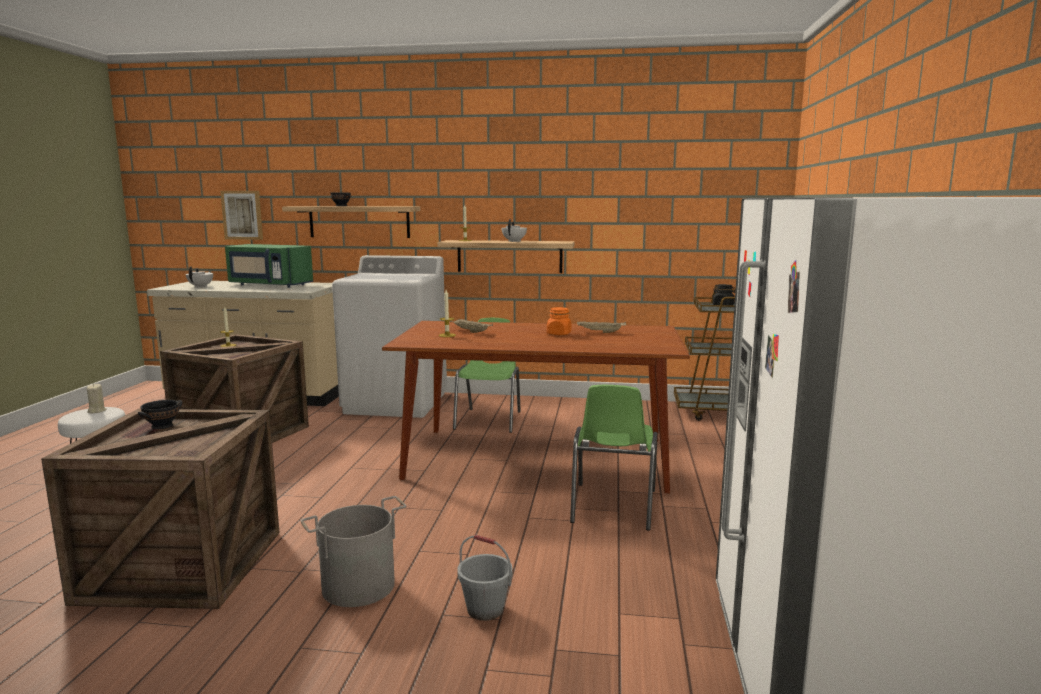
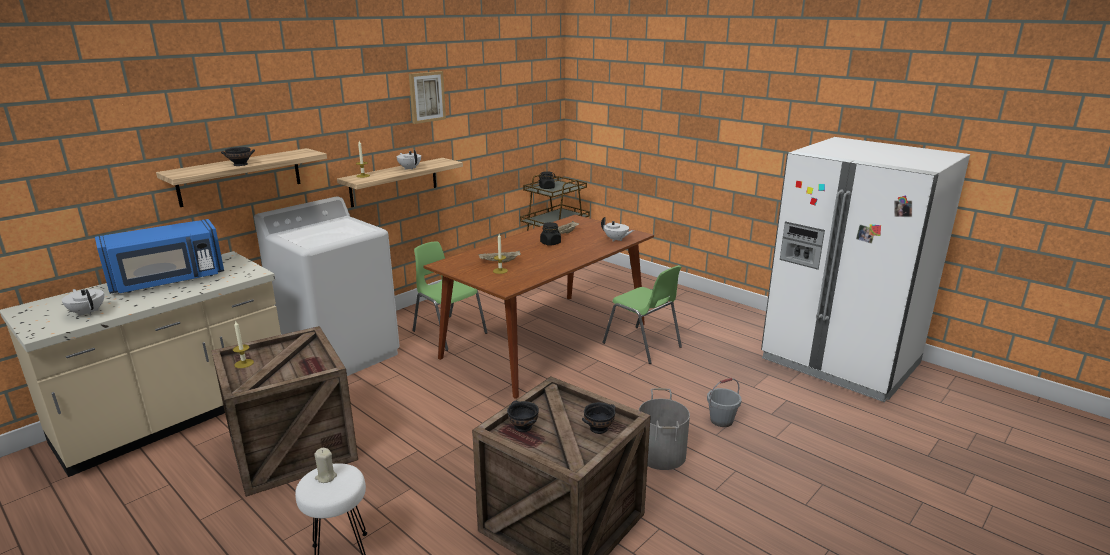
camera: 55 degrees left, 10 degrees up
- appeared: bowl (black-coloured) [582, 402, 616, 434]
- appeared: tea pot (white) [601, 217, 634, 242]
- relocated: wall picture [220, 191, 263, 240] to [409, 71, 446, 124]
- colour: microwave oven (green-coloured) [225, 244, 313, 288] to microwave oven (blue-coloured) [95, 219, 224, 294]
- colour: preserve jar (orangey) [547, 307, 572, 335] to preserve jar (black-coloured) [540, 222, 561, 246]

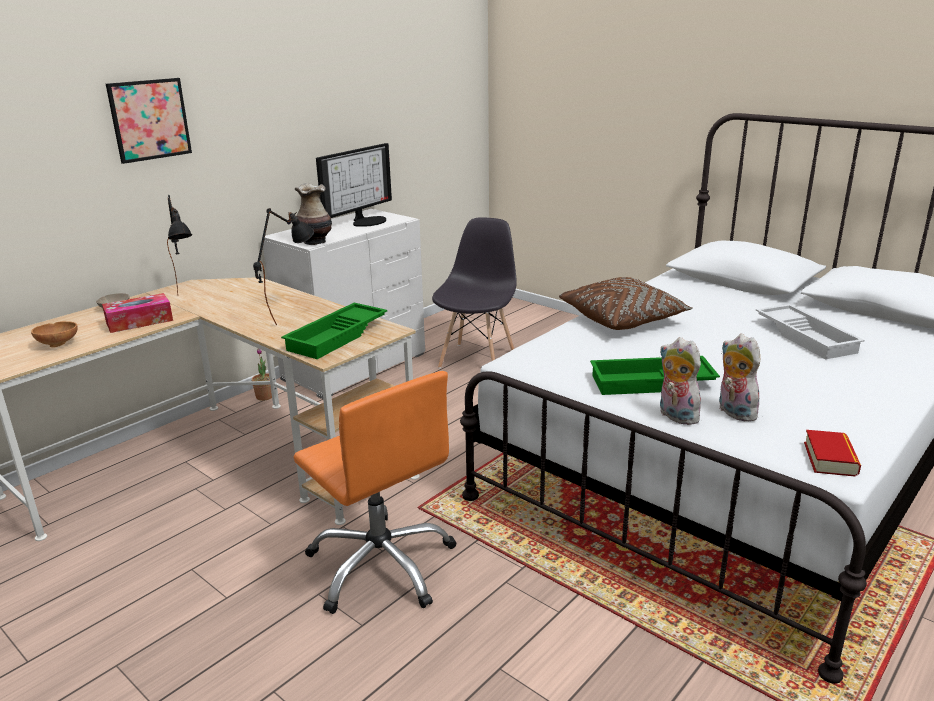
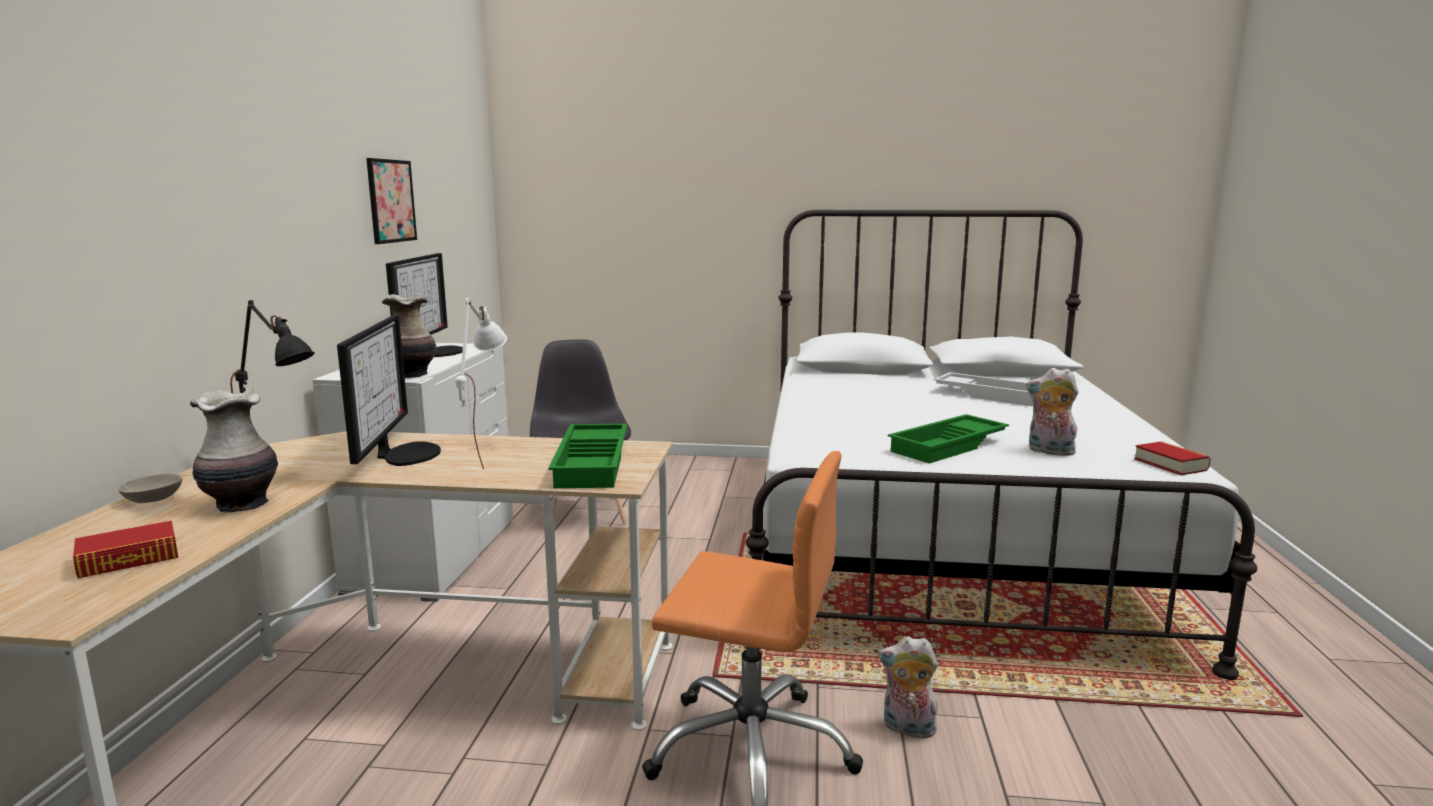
camera: 35 degrees left, 10 degrees down
- missing: potted plant [252, 348, 272, 401]
- missing: cushion (brown) [559, 277, 692, 330]
- appeared: computer display [337, 315, 441, 466]
- relocated: wall picture [106, 78, 192, 164] to [366, 158, 417, 244]
- relocated: plush toy [659, 337, 701, 425] to [878, 636, 939, 738]
- exchanged: bowl (brown) [31, 321, 78, 347] to volume [73, 521, 178, 578]
- exchanged: tissue box [102, 293, 173, 333] to vase [190, 389, 278, 512]
- colour: lamp for a table (black-coloured) [253, 208, 314, 325] to lamp for a table (white) [455, 298, 507, 469]

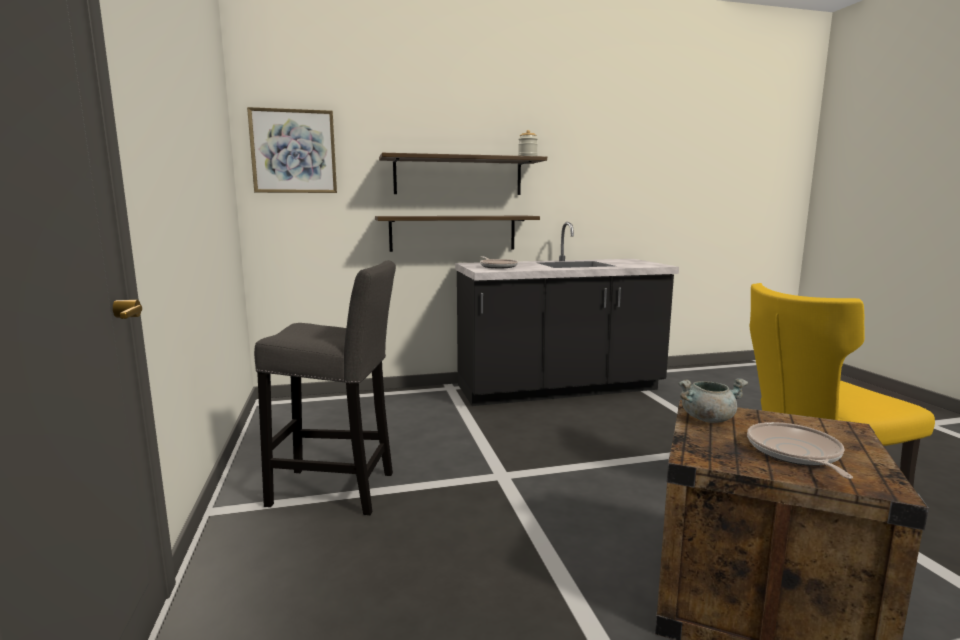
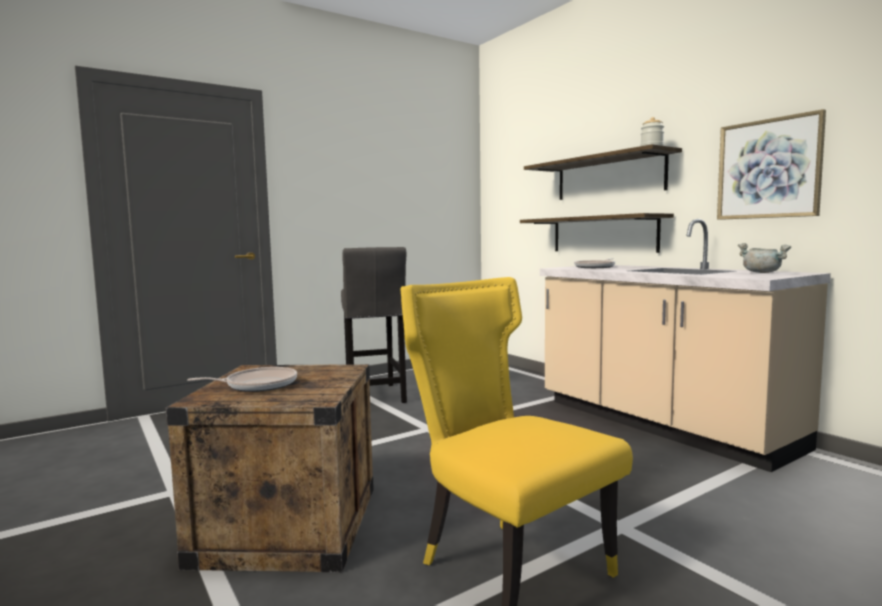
camera: 70 degrees right, 5 degrees down
- relocated: wall picture [247, 107, 337, 193] to [717, 109, 826, 220]
- relocated: cooking pot (grey) [678, 378, 748, 423] to [738, 243, 792, 273]
- colour: kitchen counter (black-coloured) [455, 222, 679, 406] to kitchen counter (sand-coloured) [540, 219, 831, 472]

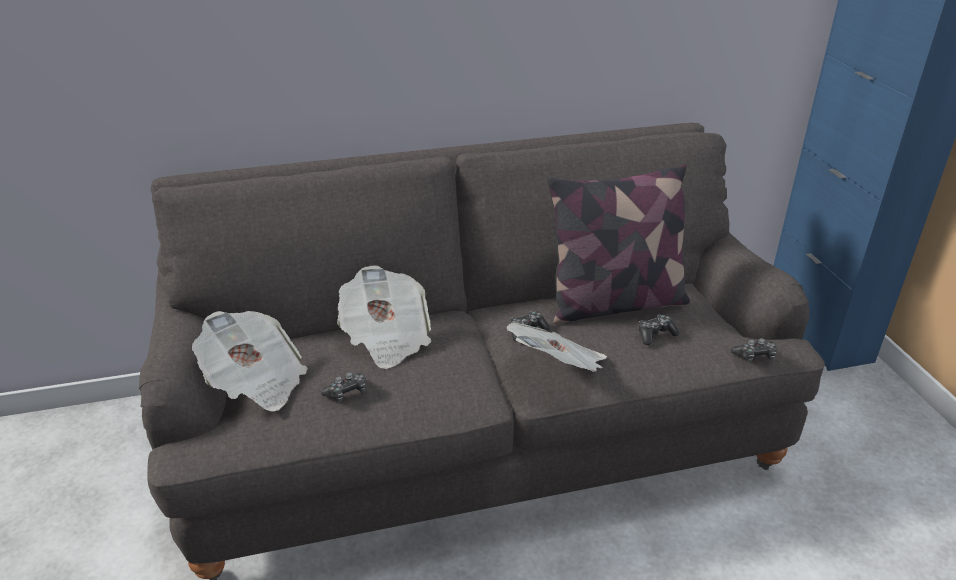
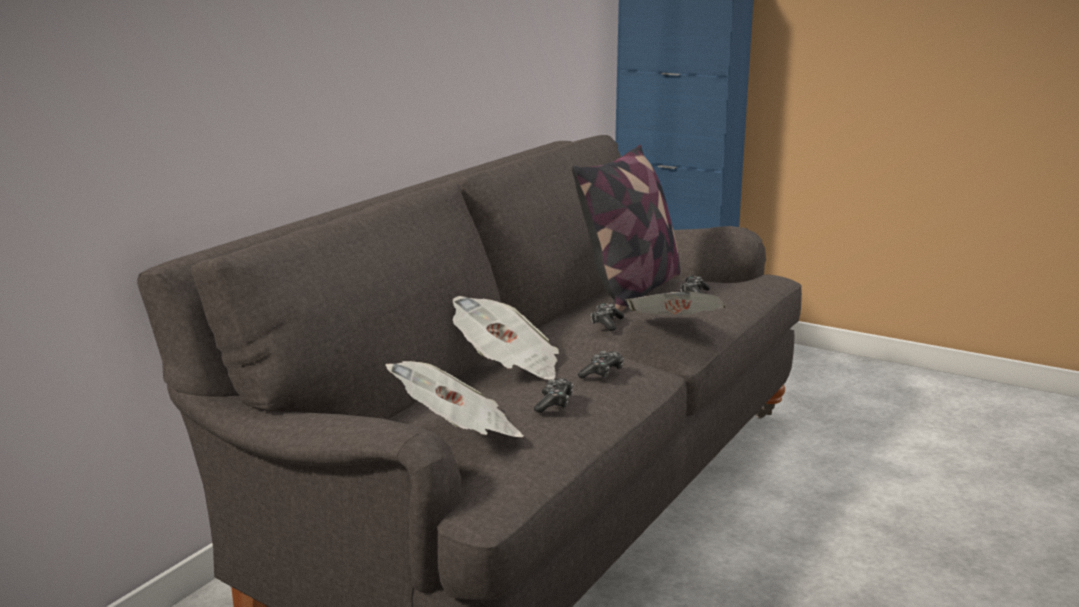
camera: 45 degrees left, 15 degrees down
- relocated: game controller [731, 338, 777, 362] to [578, 351, 624, 379]

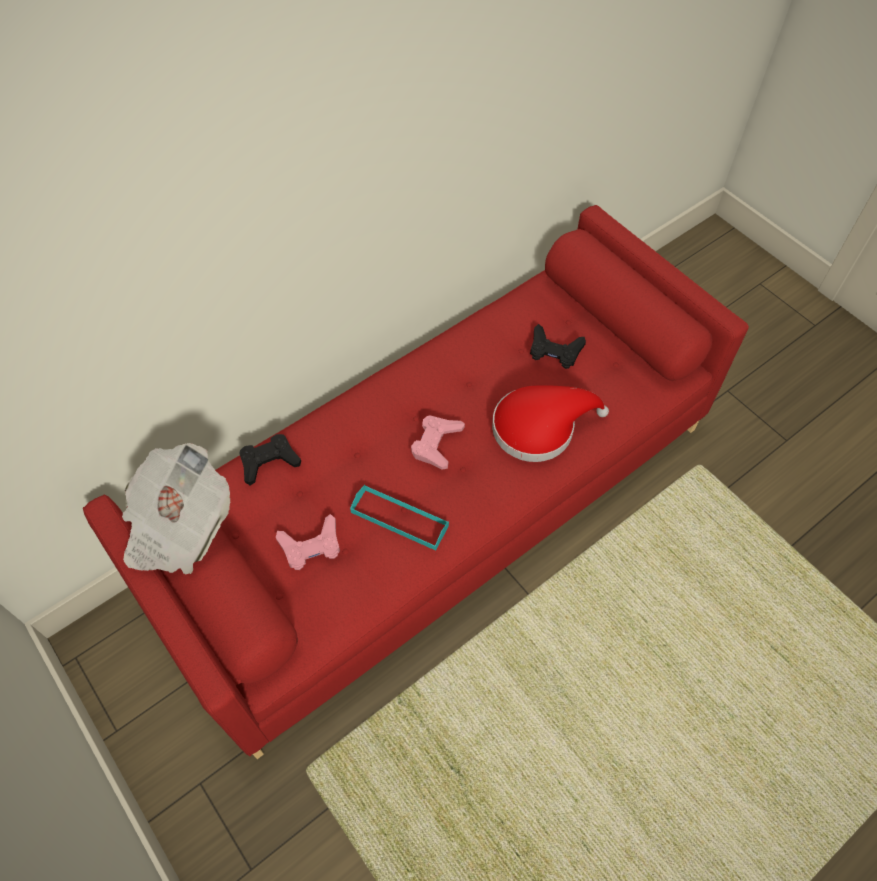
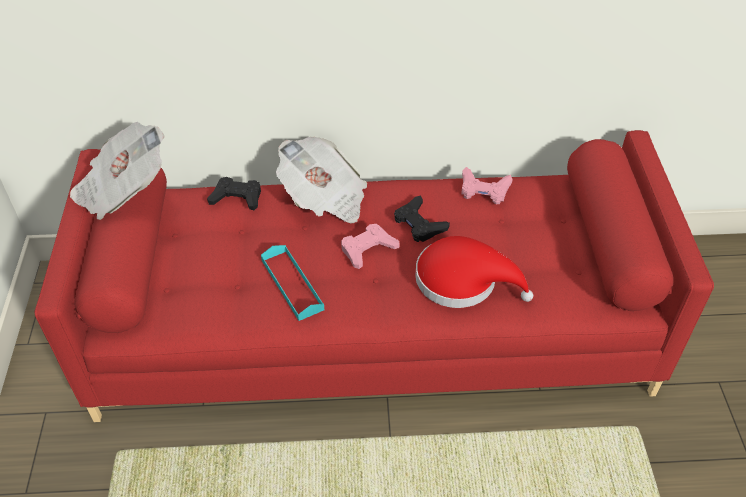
camera: 35 degrees right, 10 degrees down
- appeared: printed paper [276, 137, 367, 223]
- relocated: game controller (pinkish) [276, 514, 340, 570] to [461, 167, 513, 204]
- relocated: game controller (black-coloured) [530, 324, 586, 369] to [394, 195, 450, 242]

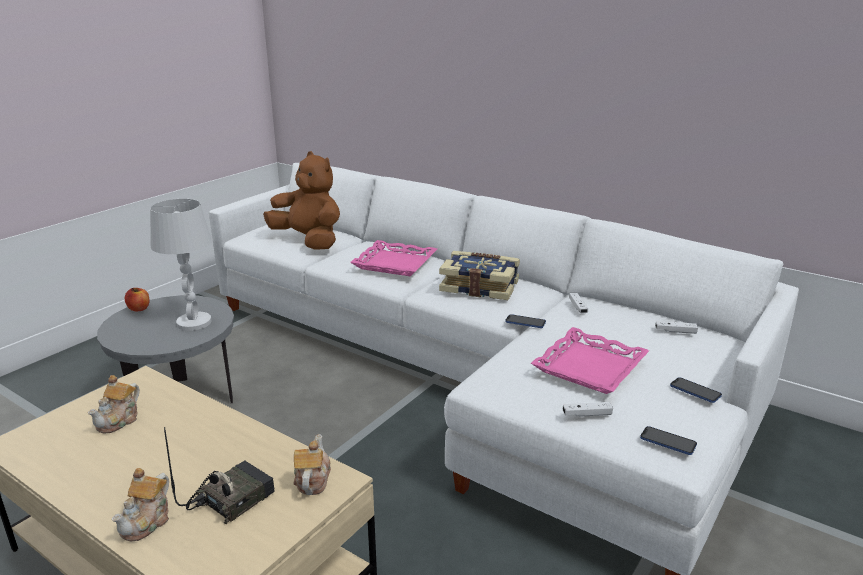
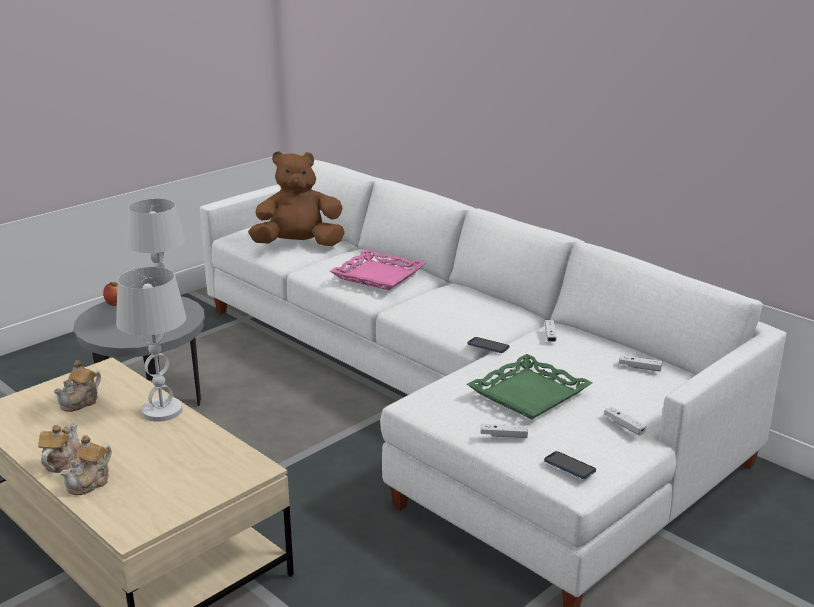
camera: 10 degrees right, 0 degrees up
- missing: radio set [164, 427, 275, 524]
- missing: volume [439, 251, 520, 300]
- appeared: lamp for a table (white) [116, 267, 186, 422]
- relocated: tea pot [293, 434, 331, 495] to [38, 423, 80, 473]
- exchanged: telephone [670, 377, 722, 403] to game controller (white) [604, 406, 646, 436]
- colour: carrying tray (pinkish) [531, 327, 649, 394] to carrying tray (green-coloured) [467, 354, 592, 419]
- spun: plush toy (brown) [263, 151, 340, 250] = [248, 151, 345, 246] 60 degrees counterclockwise

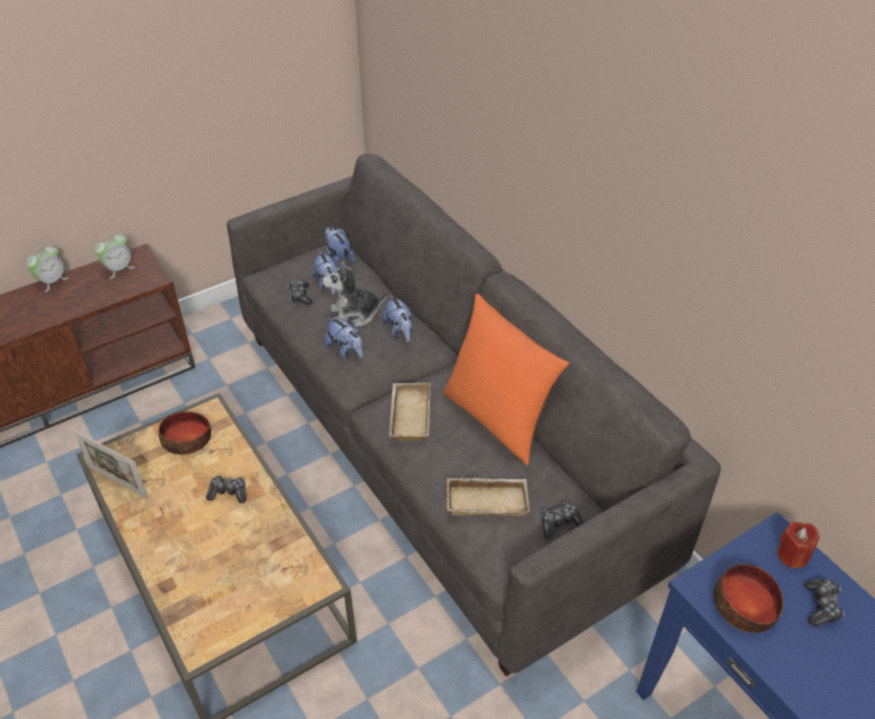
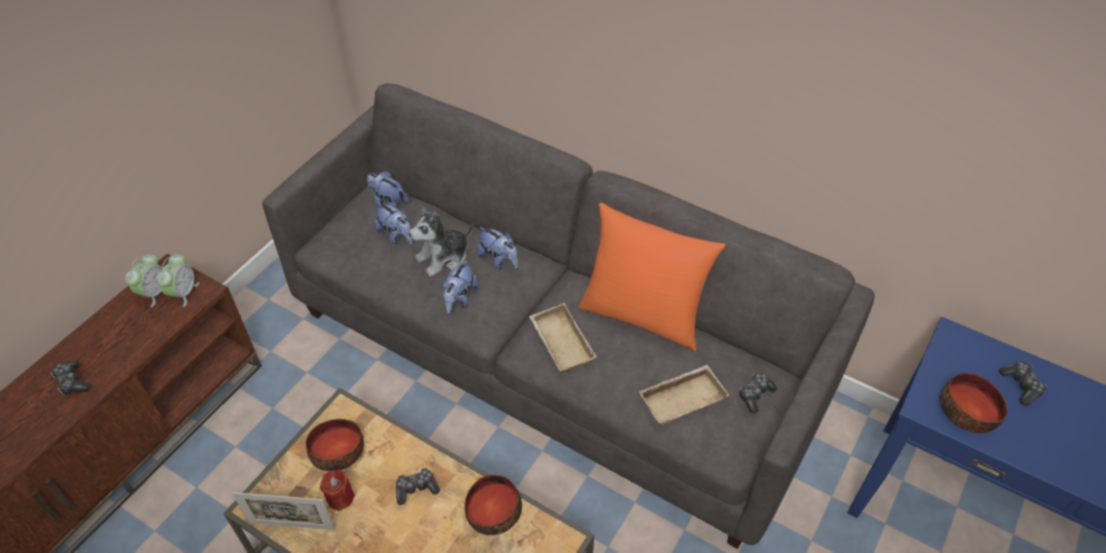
camera: 25 degrees left, 5 degrees up
- appeared: bowl [464, 474, 522, 535]
- relocated: table clock [26, 246, 69, 292] to [157, 254, 199, 307]
- relocated: game controller [288, 278, 312, 305] to [50, 361, 91, 394]
- relocated: wax light (red-coloured) [777, 522, 820, 568] to [320, 470, 355, 511]
- spun: plush toy [325, 317, 363, 359] = [443, 259, 478, 314] 90 degrees clockwise

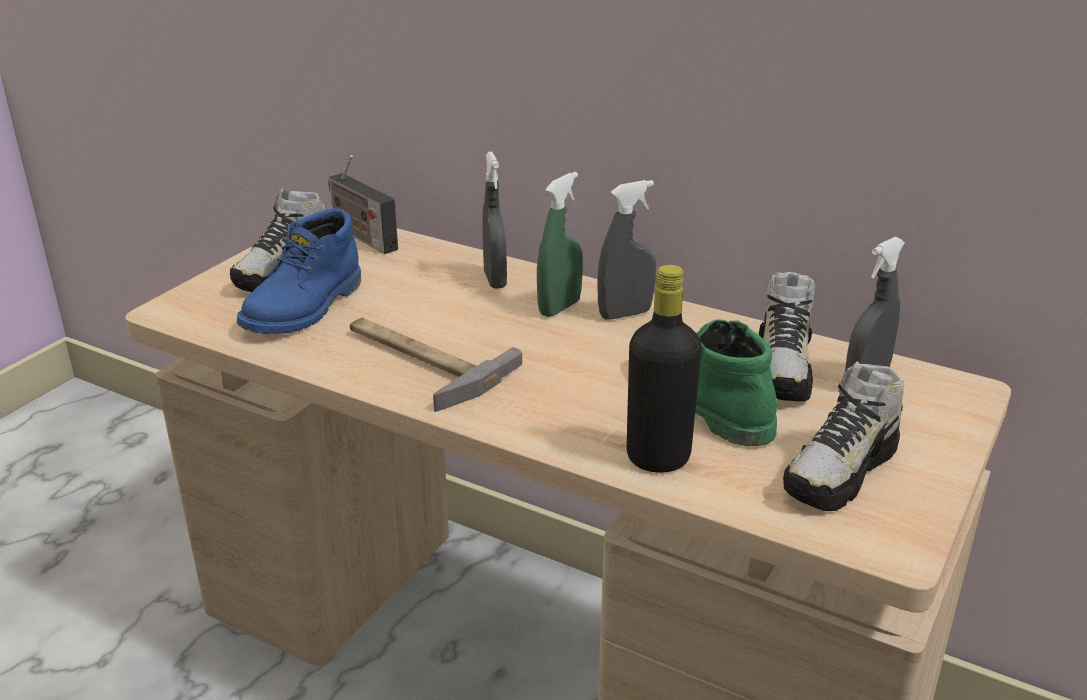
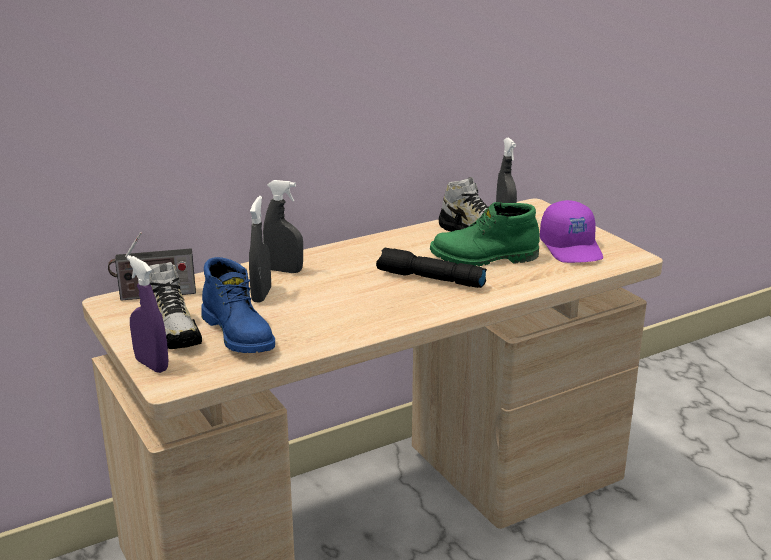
camera: 60 degrees left, 5 degrees down
- missing: tool hammer [350, 317, 522, 412]
- missing: hand sprayer (green-coloured) [537, 172, 583, 317]
- missing: beverage bottle (black-coloured) [626, 265, 702, 473]
- appeared: hand sprayer (purple) [127, 255, 168, 373]
- appeared: hand torch (black-coloured) [376, 248, 487, 288]
- relocated: hand sprayer (grey) [597, 180, 656, 320] to [249, 196, 271, 303]
- exchanged: shoe [783, 361, 904, 511] to peaked cap (purple) [540, 200, 603, 263]

